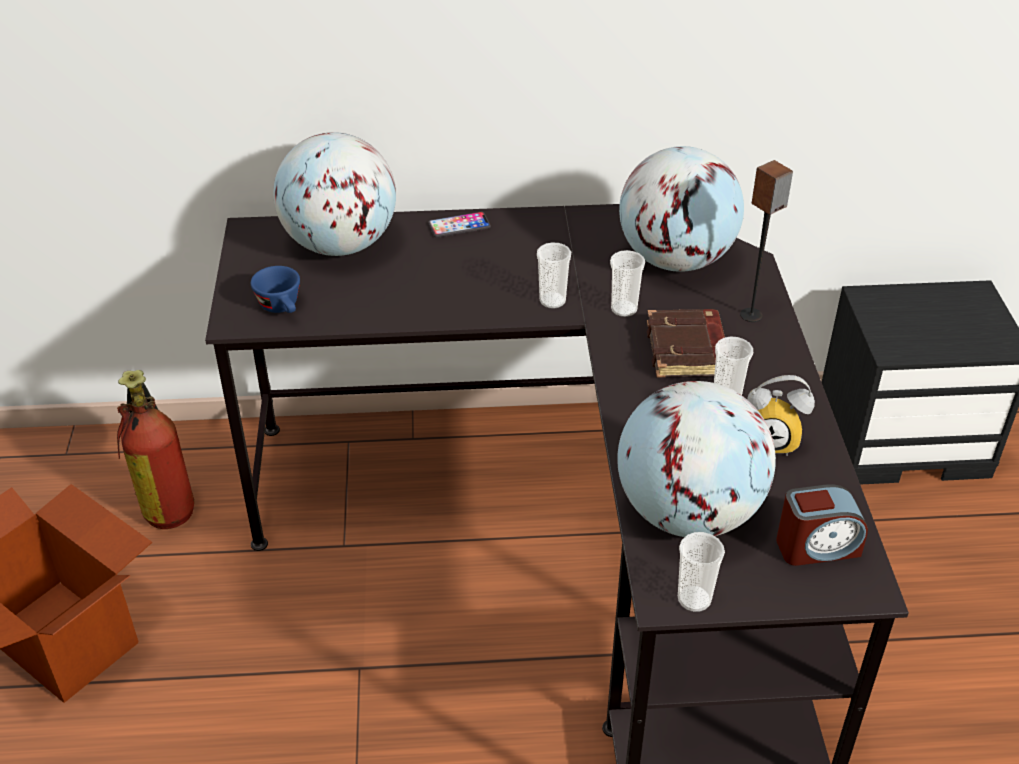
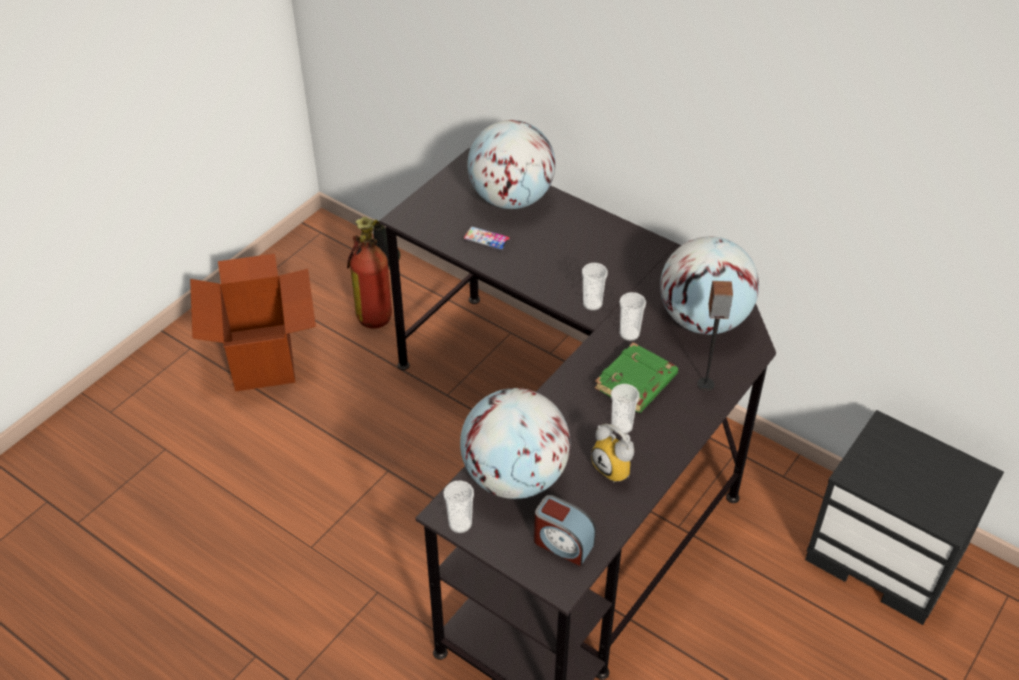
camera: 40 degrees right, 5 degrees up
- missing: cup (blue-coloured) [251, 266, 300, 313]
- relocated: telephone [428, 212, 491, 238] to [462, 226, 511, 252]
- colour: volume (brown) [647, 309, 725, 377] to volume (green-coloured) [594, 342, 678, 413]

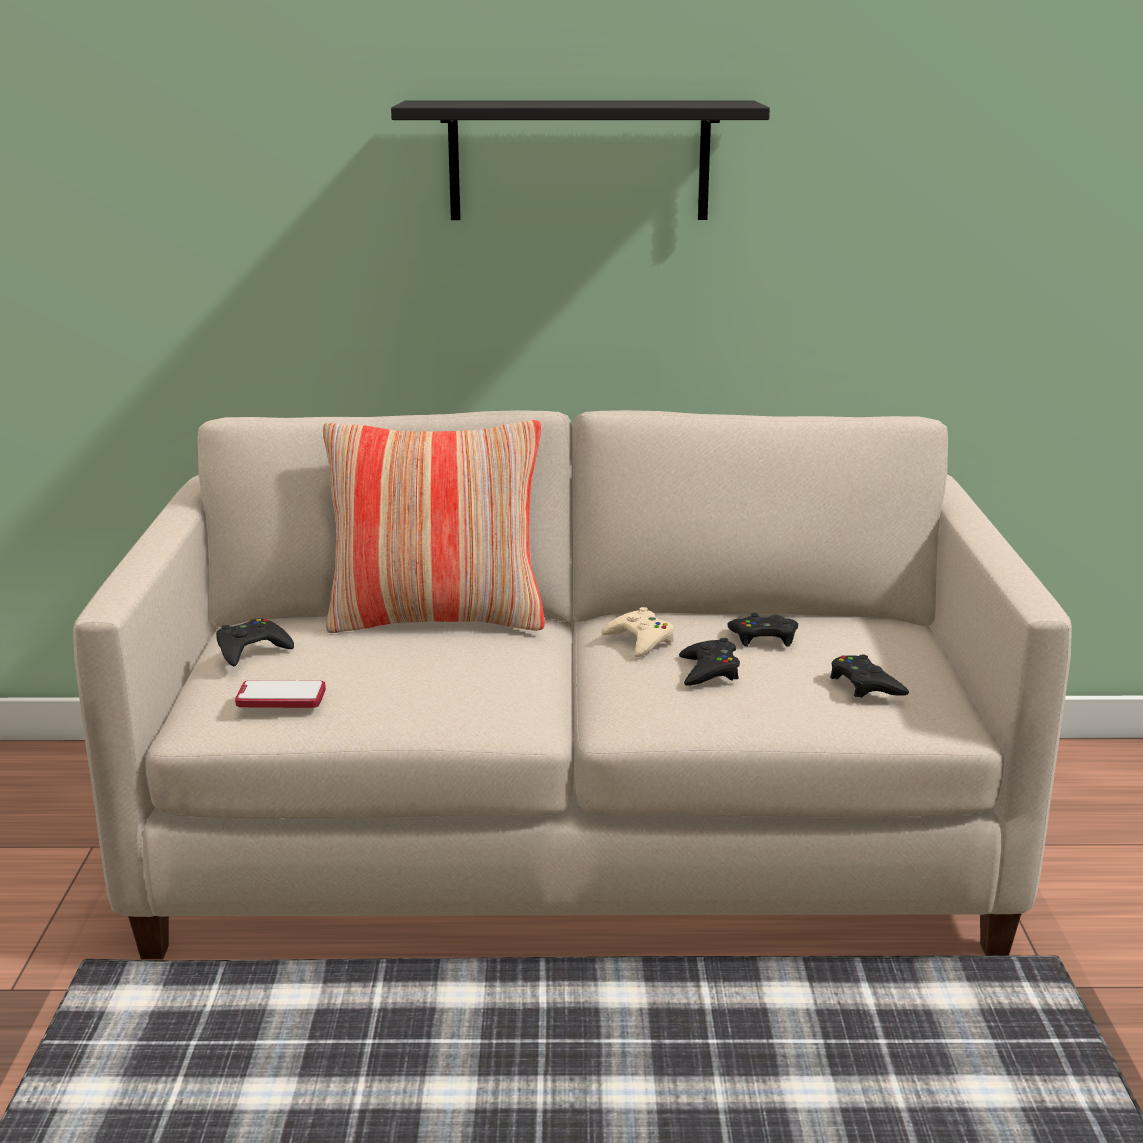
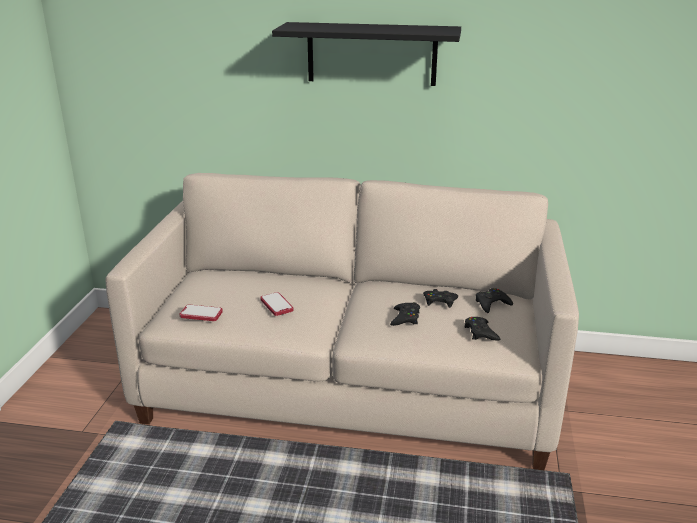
camera: 10 degrees right, 5 degrees up
- missing: cushion [323, 420, 546, 633]
- missing: game controller (sand-coloured) [601, 607, 674, 657]
- appeared: telephone [260, 292, 293, 316]
- relocated: game controller (black-coloured) [216, 618, 294, 666] to [476, 288, 513, 313]

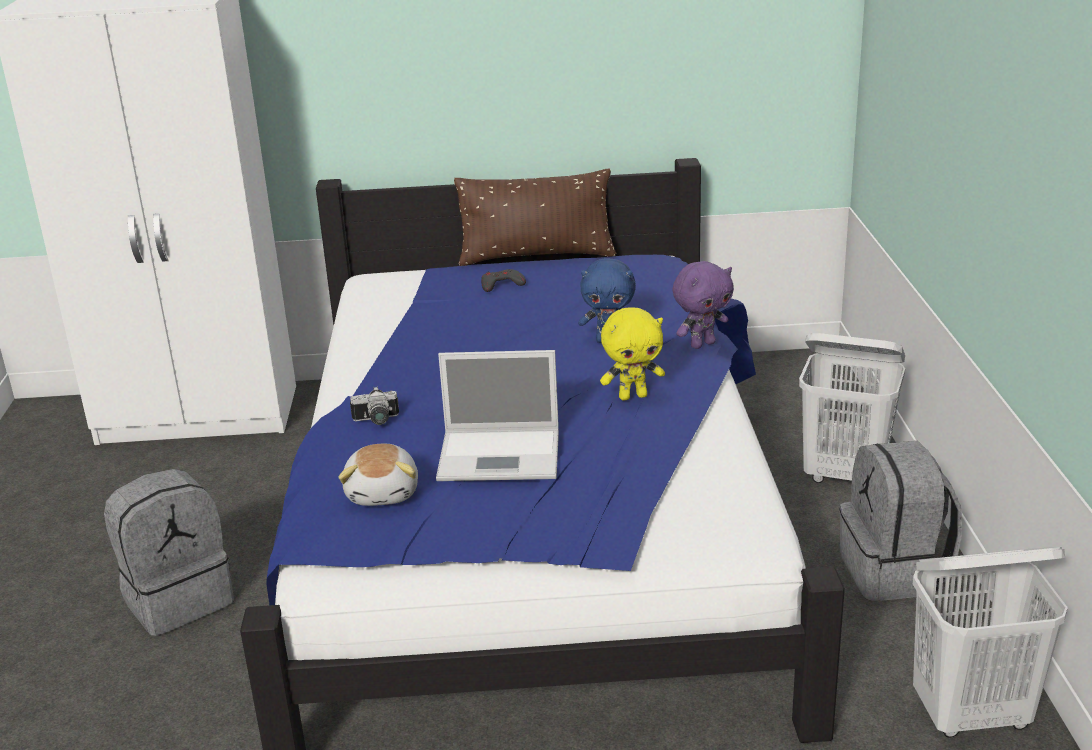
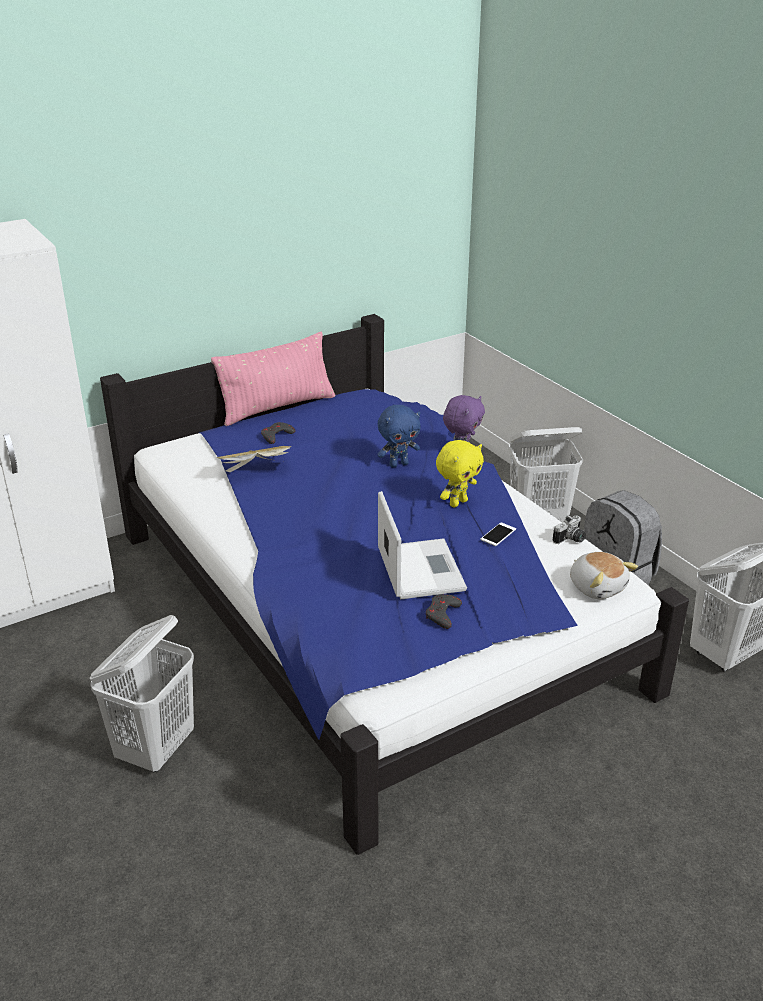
camera: 30 degrees left, 5 degrees up
- appeared: volume [216, 446, 291, 472]
- appeared: game controller (grey) [426, 594, 462, 629]
- appeared: telephone [480, 522, 516, 546]
- relocated: plush toy [338, 444, 418, 506] to [570, 552, 638, 599]
- relocated: still camera [350, 386, 399, 425] to [553, 515, 586, 544]
- exchanged: backpack (grey) [104, 469, 234, 636] to washing basket (white) [90, 615, 194, 772]
- colour: cushion (brown) [454, 169, 616, 266] to cushion (pinkish) [211, 331, 335, 426]
- spun: notebook computer [436, 350, 559, 481] = [378, 491, 467, 599] 75 degrees counterclockwise

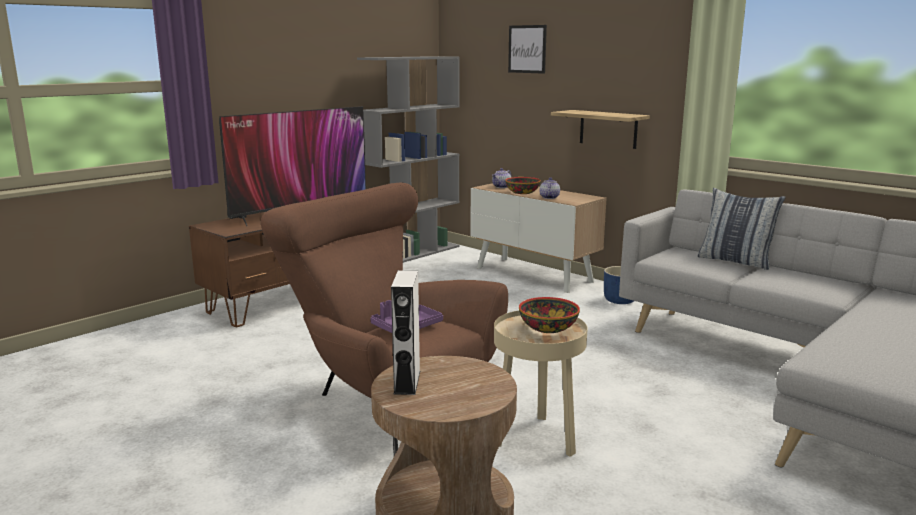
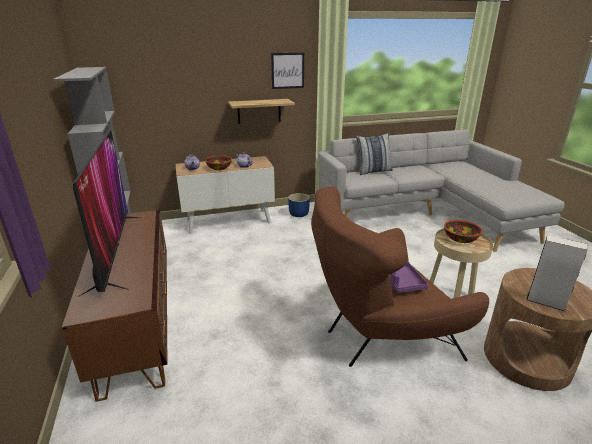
camera: 60 degrees left, 10 degrees up
- relocated: wall picture [508, 25, 547, 74] to [271, 53, 304, 89]

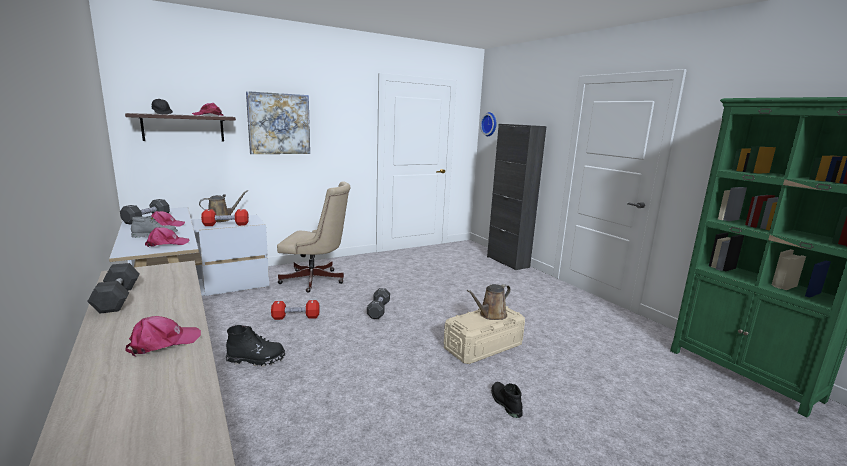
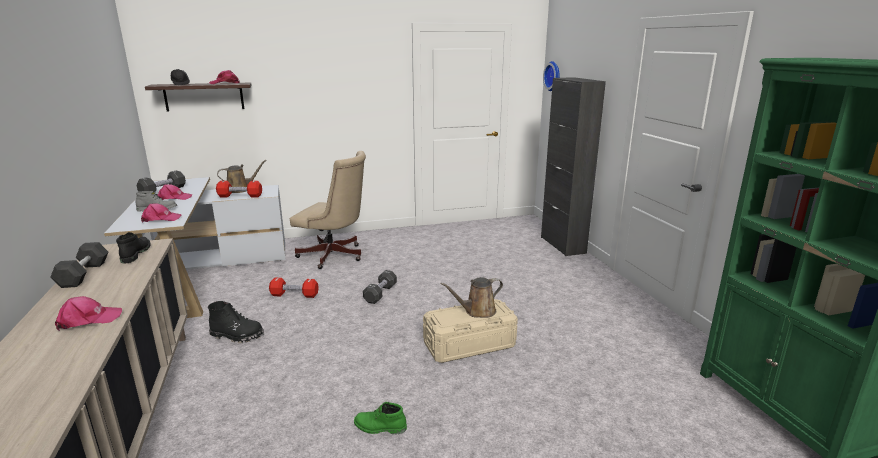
camera: 15 degrees right, 5 degrees up
- missing: wall picture [246, 91, 310, 154]
- appeared: high-top boot (green-coloured) [354, 402, 407, 434]
- relocated: high-top boot (black-coloured) [491, 382, 523, 418] to [116, 232, 151, 264]

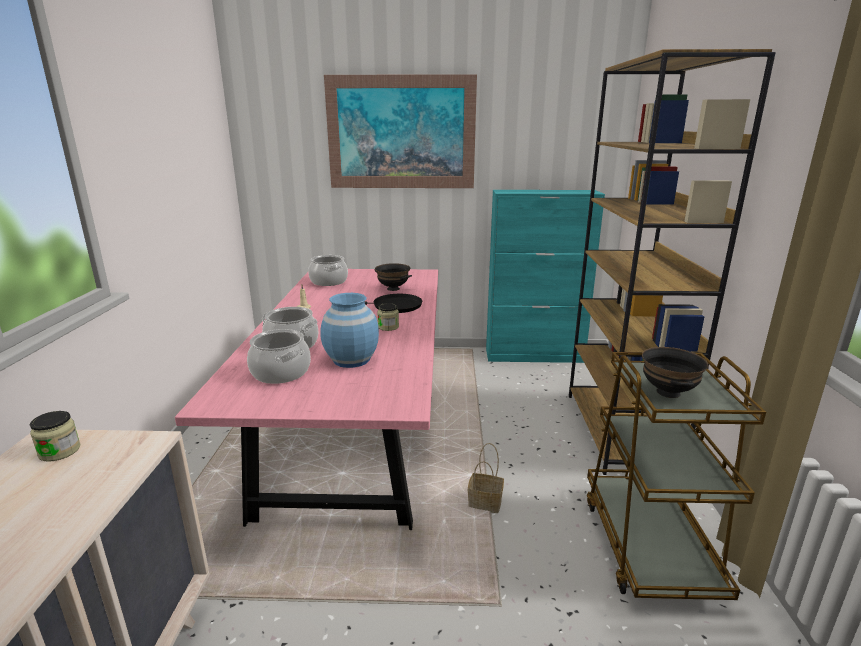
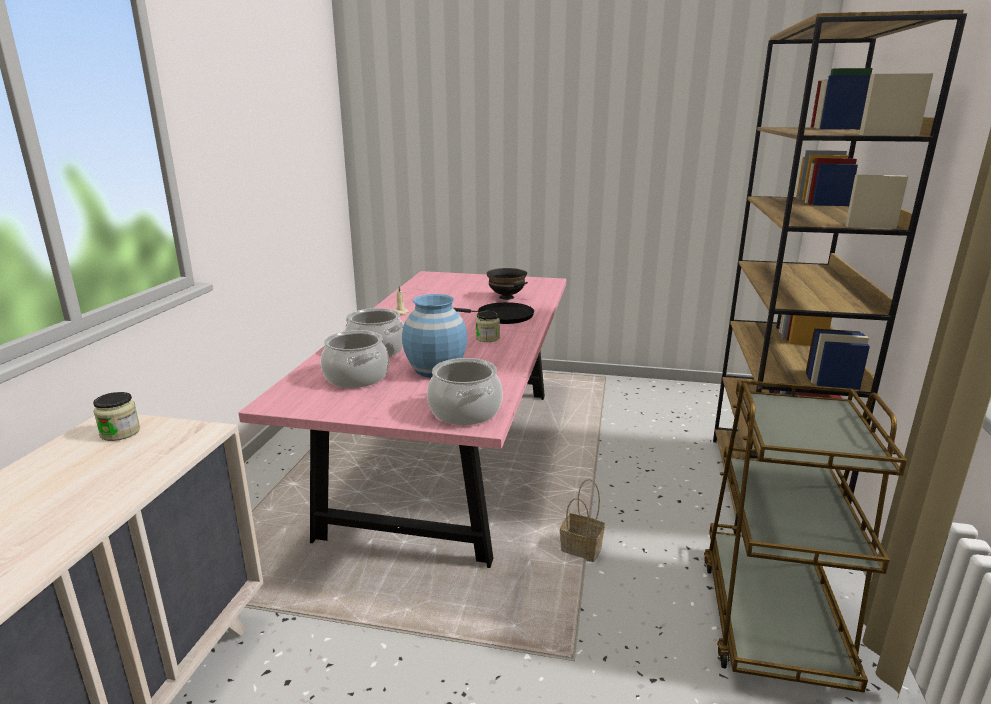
camera: 10 degrees right, 0 degrees up
- missing: wall picture [324, 74, 477, 188]
- missing: storage cabinet (blue-green) [486, 190, 605, 363]
- missing: bowl (black-coloured) [642, 347, 708, 398]
- relocated: cooking pot [308, 255, 348, 286] to [427, 358, 503, 425]

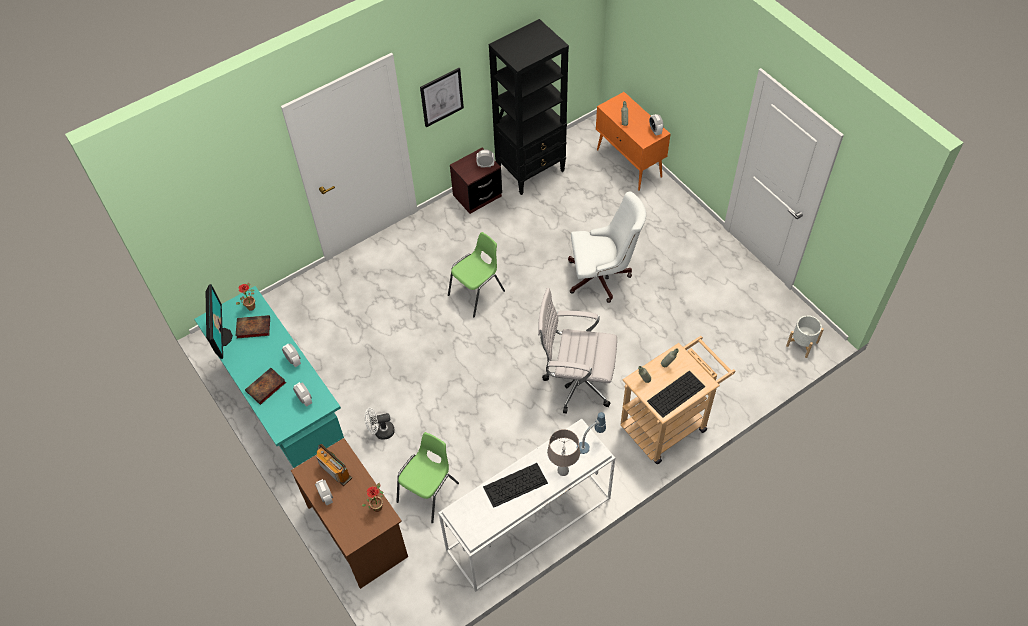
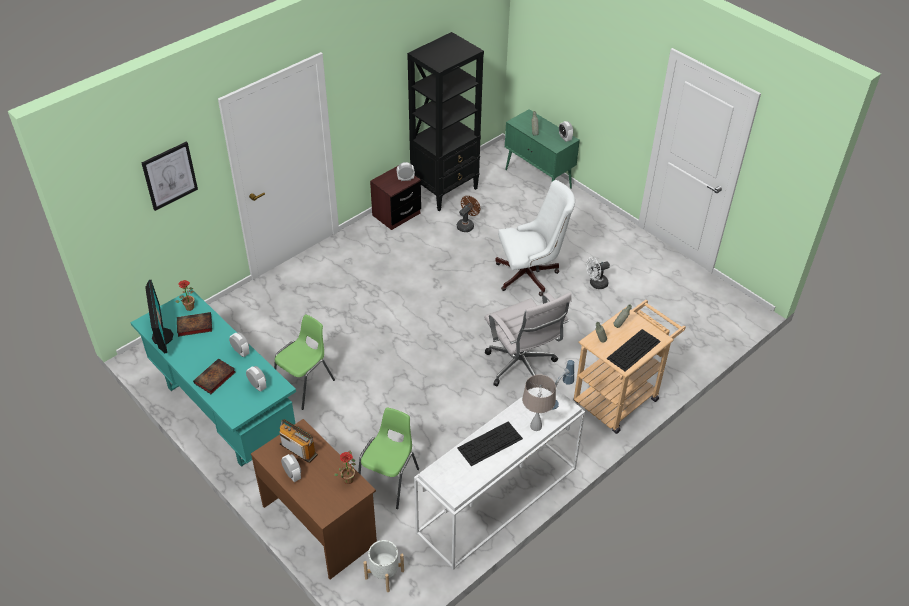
camera: 10 degrees left, 10 degrees down
- appeared: cooling fan (brown) [457, 196, 480, 232]
- relocated: cooling fan (white) [365, 408, 395, 440] to [586, 257, 610, 289]
- relocated: wall picture [420, 68, 464, 128] to [141, 142, 198, 211]
- relocated: upright chair (green-coloured) [448, 232, 505, 317] to [274, 314, 335, 410]
- relocated: flower pot (white) [786, 315, 824, 358] to [363, 540, 404, 592]
- colour: storage cabinet (orangey) [596, 92, 670, 191] to storage cabinet (green-coloured) [505, 109, 580, 189]
- spun: computer chair (white) [538, 288, 617, 414] = [484, 293, 572, 386] 120 degrees counterclockwise

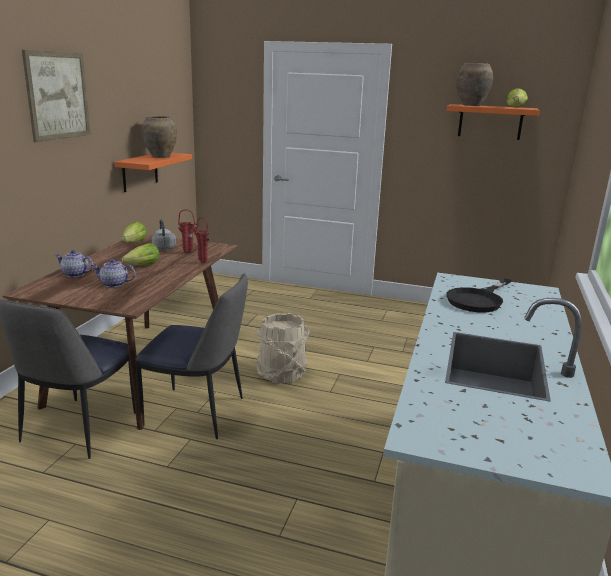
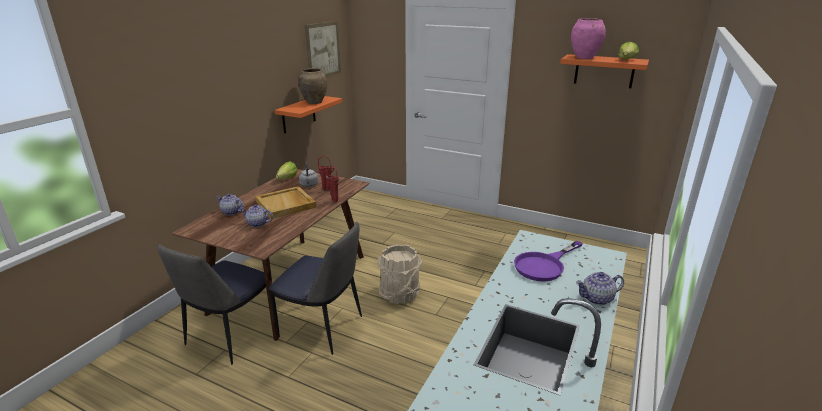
camera: 10 degrees right, 5 degrees up
- appeared: tea pot [576, 272, 624, 305]
- relocated: wall picture [22, 50, 91, 142] to [305, 21, 341, 77]
- exchanged: head of lettuce [121, 243, 159, 265] to carrying tray (sand-coloured) [255, 186, 317, 219]
- colour: frying pan (black-coloured) [446, 278, 511, 312] to frying pan (purple) [514, 241, 583, 282]
- colour: vase (brown) [457, 63, 493, 106] to vase (pinkish) [571, 18, 606, 59]

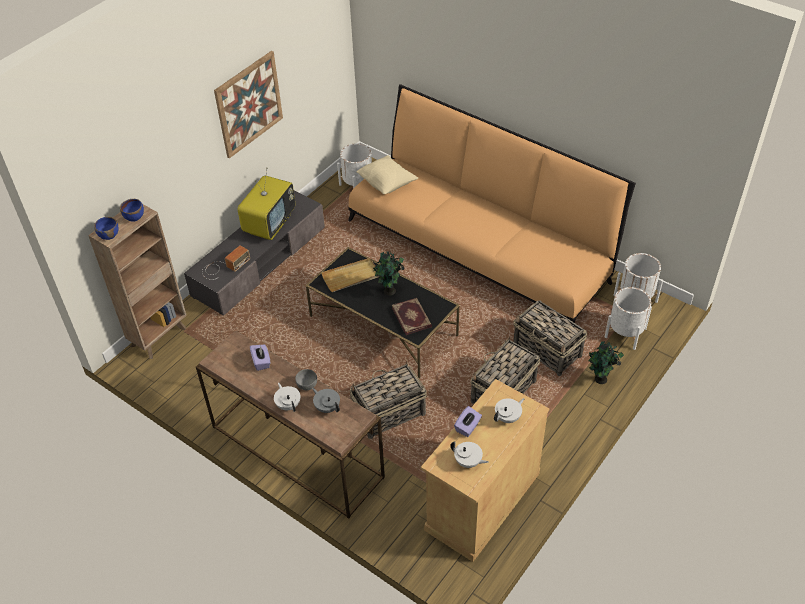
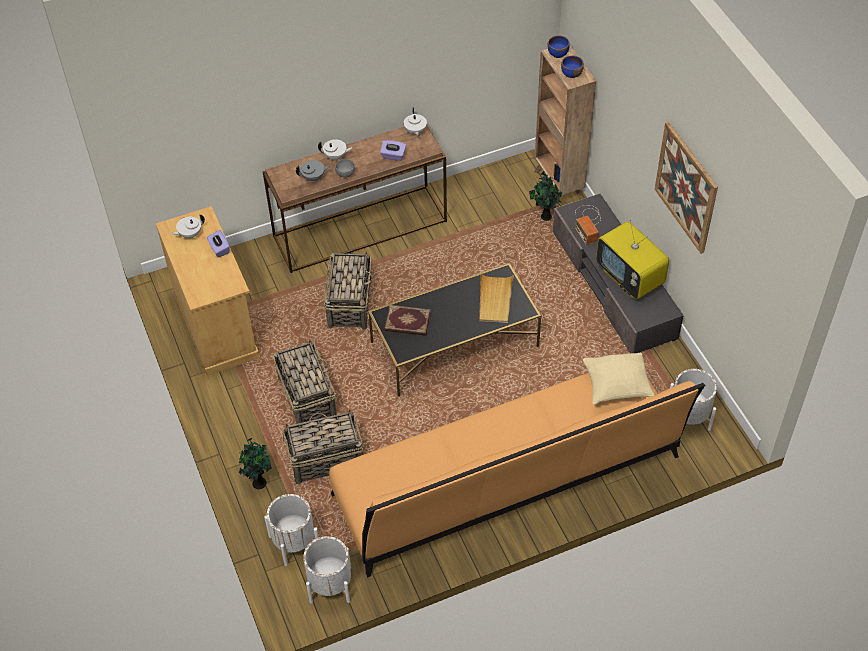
camera: 120 degrees right, 5 degrees up
- relocated: potted plant [373, 251, 405, 295] to [529, 171, 562, 221]
- relocated: tea pot (white) [494, 398, 524, 423] to [404, 108, 427, 136]

